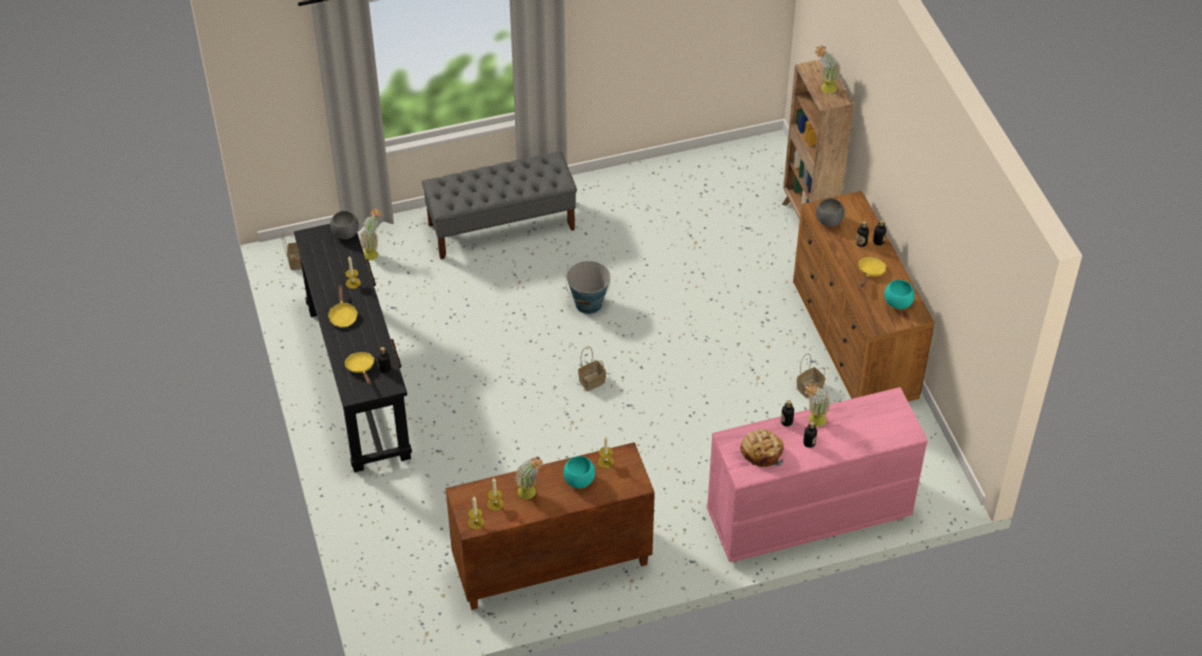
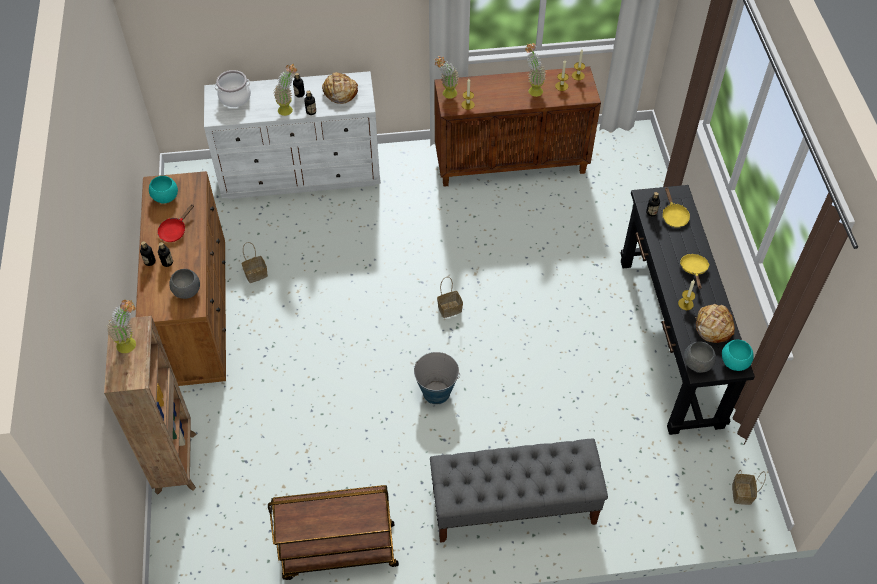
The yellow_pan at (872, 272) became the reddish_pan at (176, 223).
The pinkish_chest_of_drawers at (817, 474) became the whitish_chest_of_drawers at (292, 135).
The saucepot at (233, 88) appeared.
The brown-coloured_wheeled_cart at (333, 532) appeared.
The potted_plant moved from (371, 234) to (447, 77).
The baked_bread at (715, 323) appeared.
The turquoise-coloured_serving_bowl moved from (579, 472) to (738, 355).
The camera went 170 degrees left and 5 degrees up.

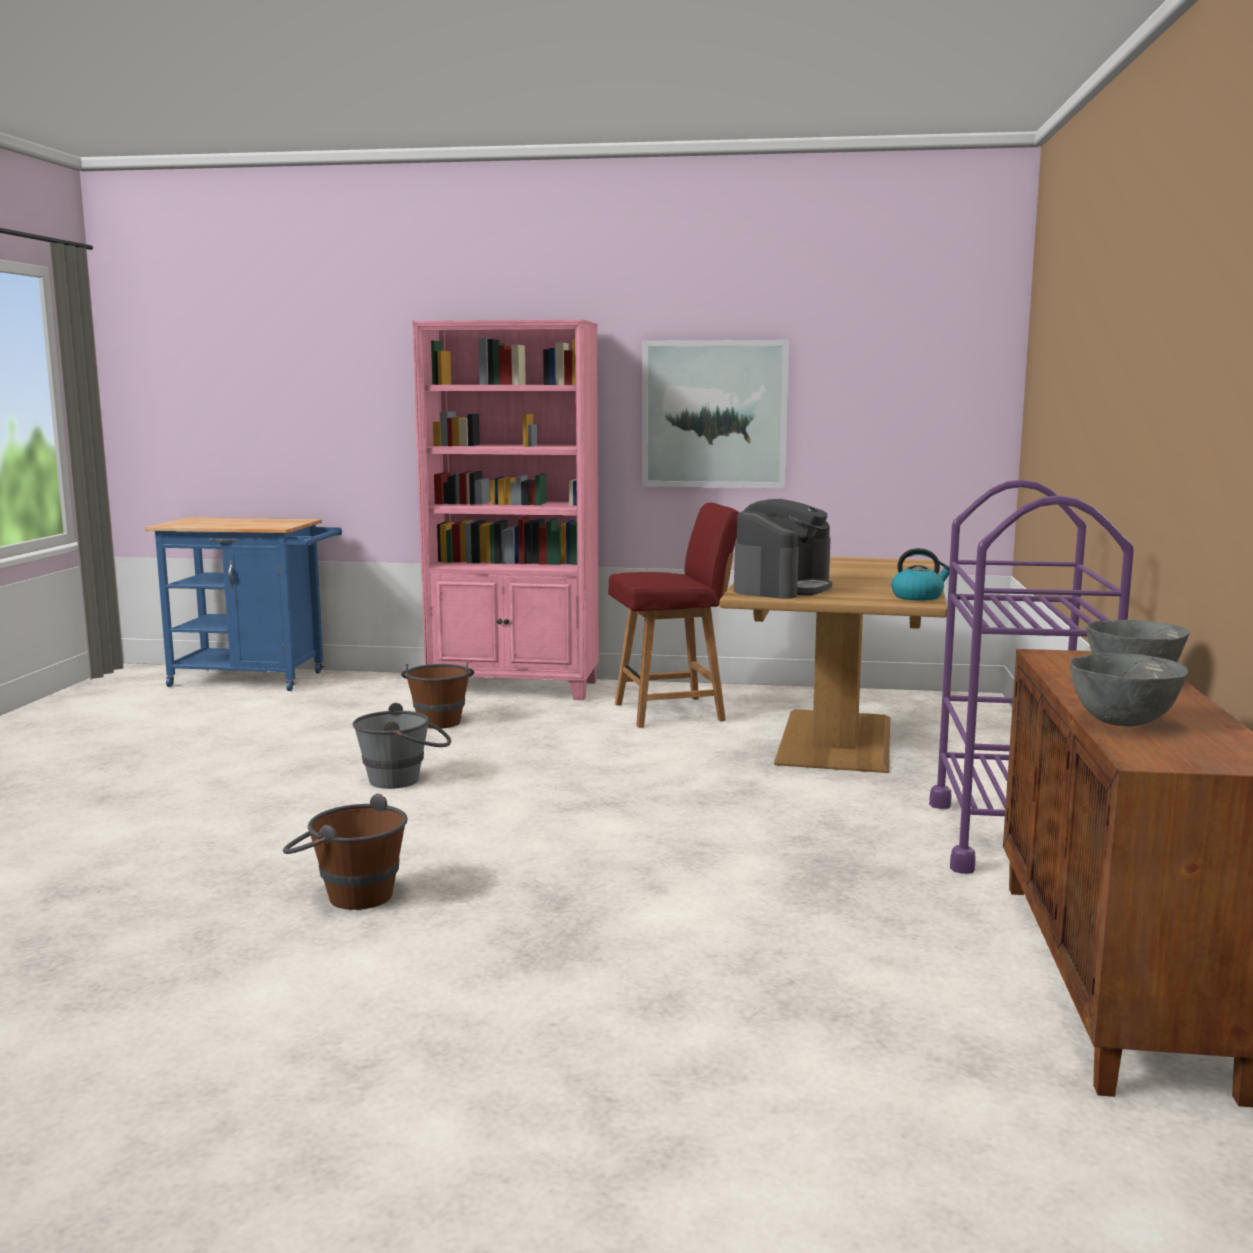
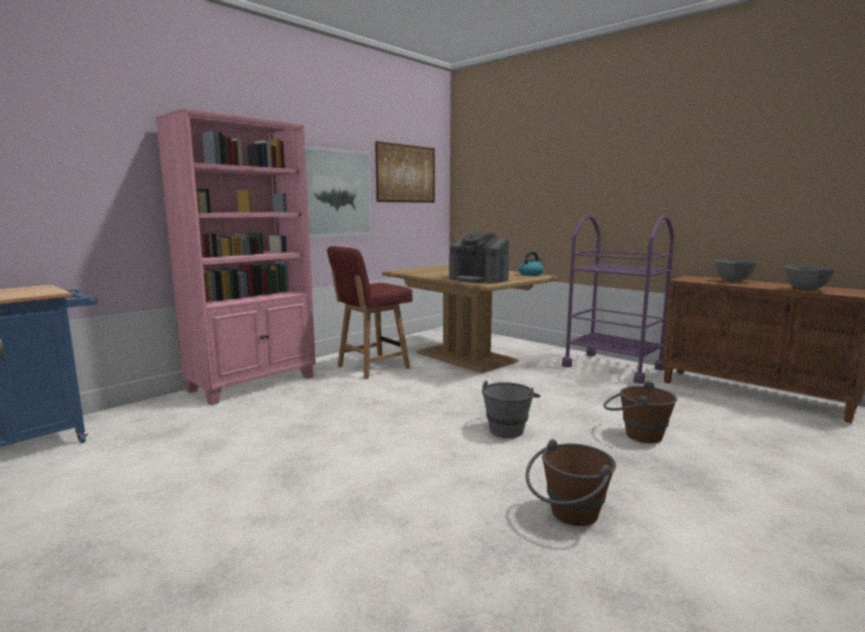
The reddish_chair at (673, 615) turned 150 degrees counterclockwise.
The wall_picture at (405, 172) appeared.
The coffee_machine at (783, 549) turned 150 degrees clockwise.
The grey_pail moved from (401, 746) to (511, 409).
The brown-coloured_pail moved from (437, 695) to (640, 412).
The camera went 55 degrees left and 0 degrees up.

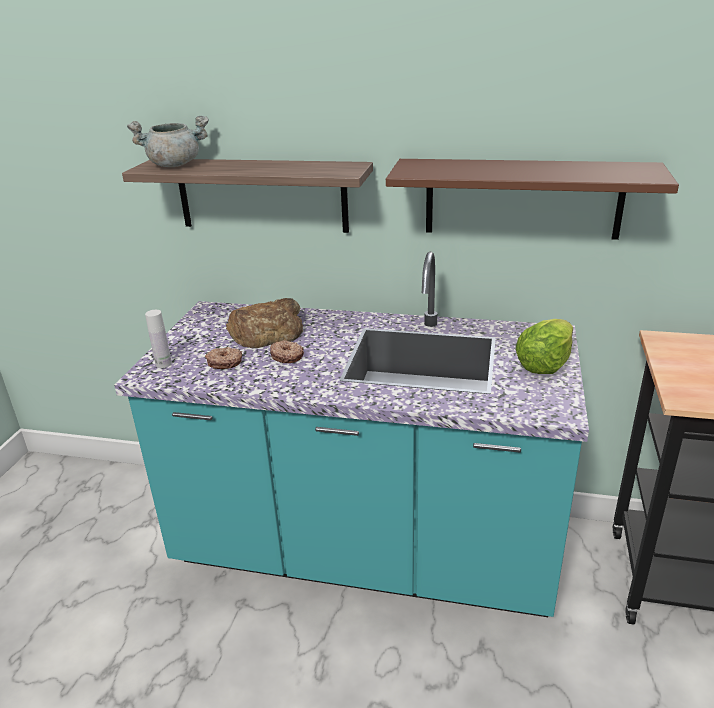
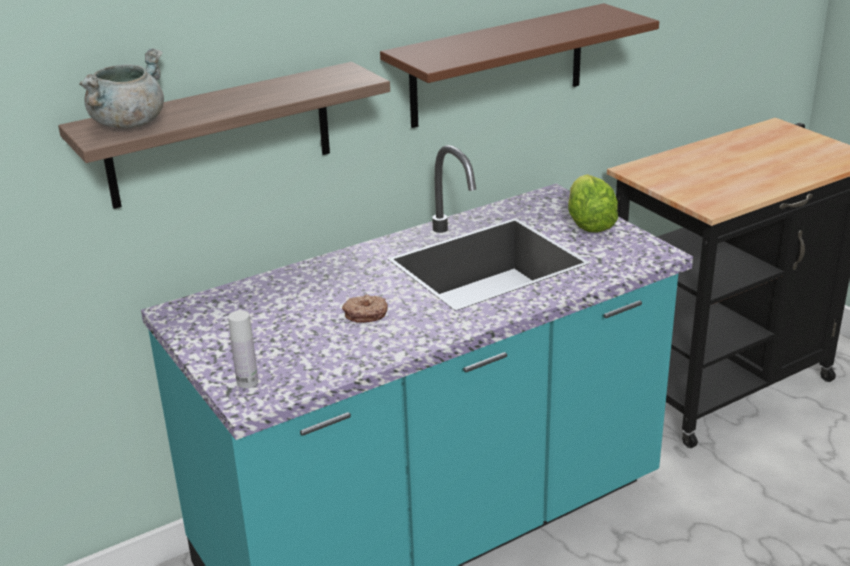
The ring_doughnut at (223, 358) disappeared.
The baked_bread at (264, 323) disappeared.
The camera went 45 degrees left and 0 degrees up.

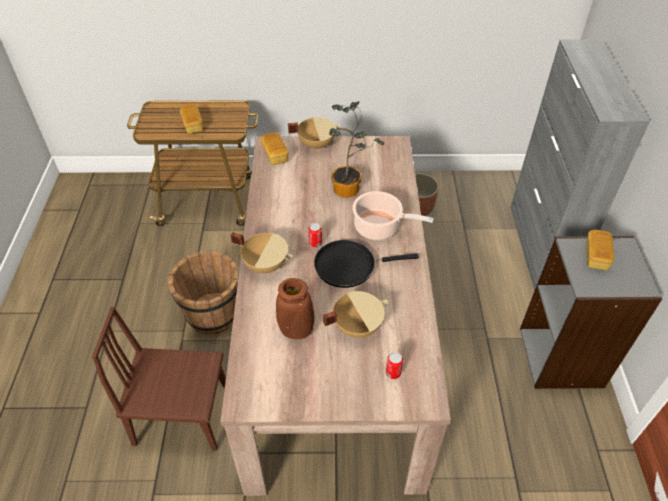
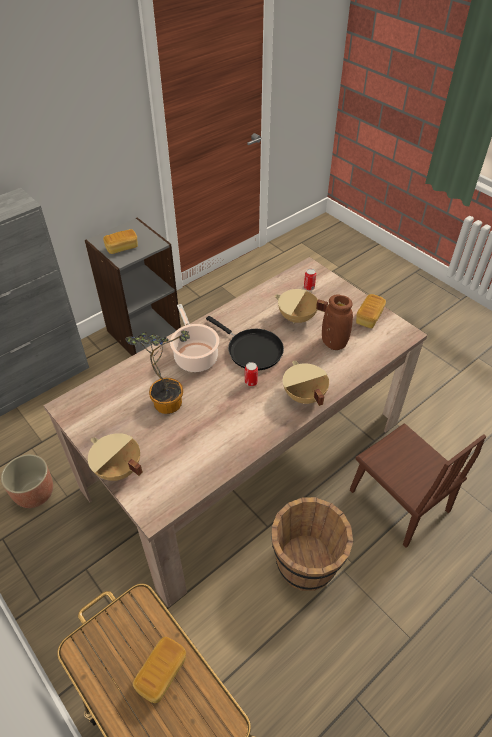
The baked_bread moved from (275, 148) to (371, 311).
The camera went 130 degrees left and 0 degrees up.

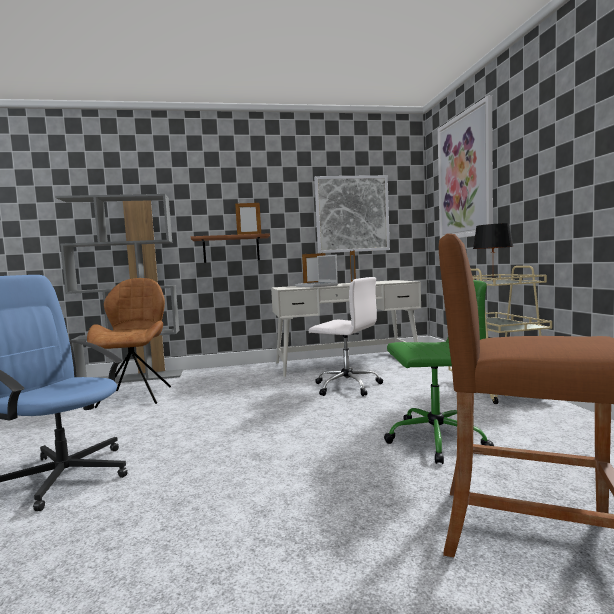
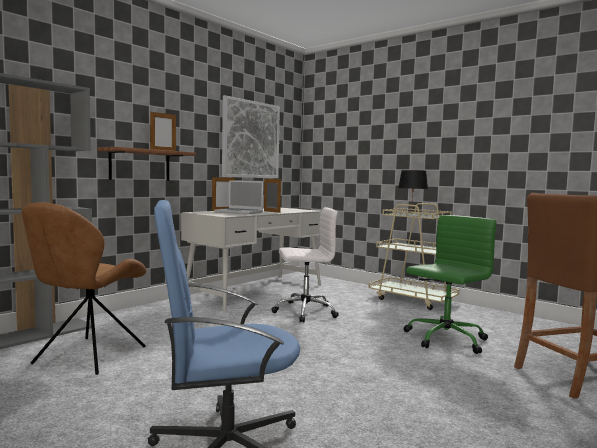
The brown-coloured_chair at (129, 343) turned 120 degrees counterclockwise.
The wall_picture at (465, 166) disappeared.
The camera went 40 degrees left and 0 degrees up.

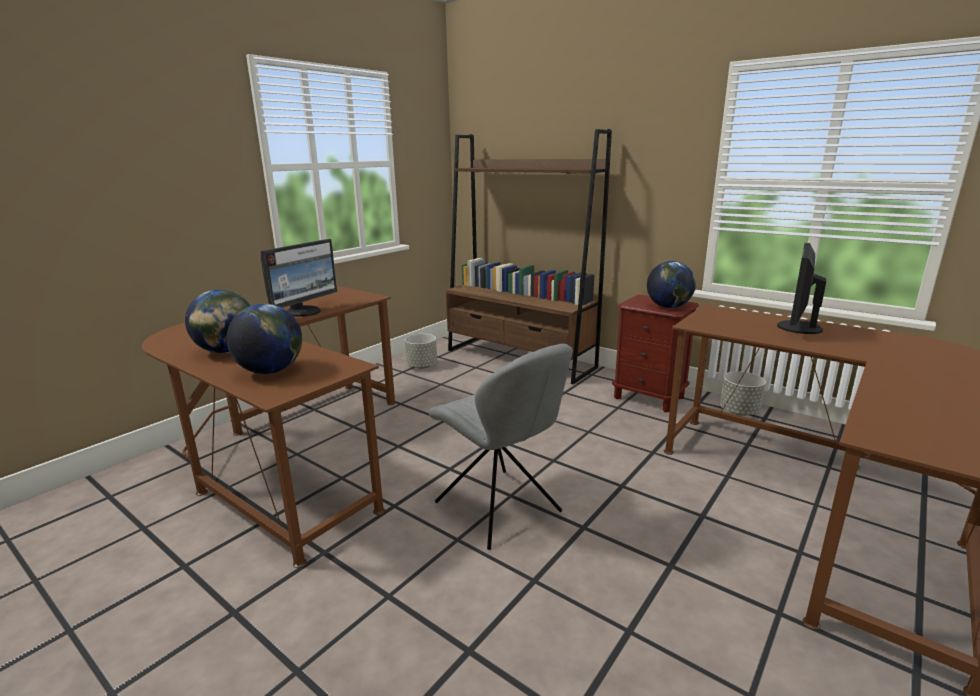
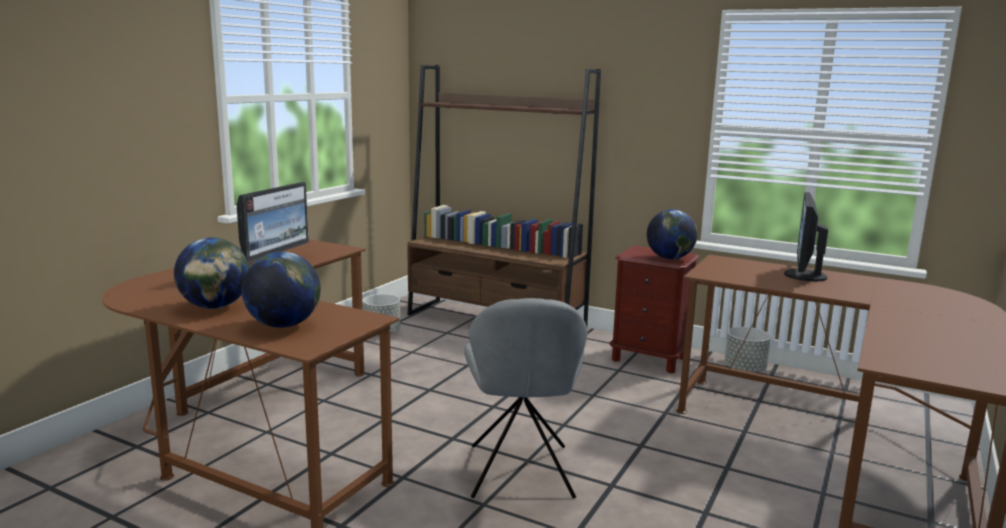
The grey_chair at (501, 447) turned 45 degrees clockwise.
The camera went 10 degrees left and 5 degrees down.

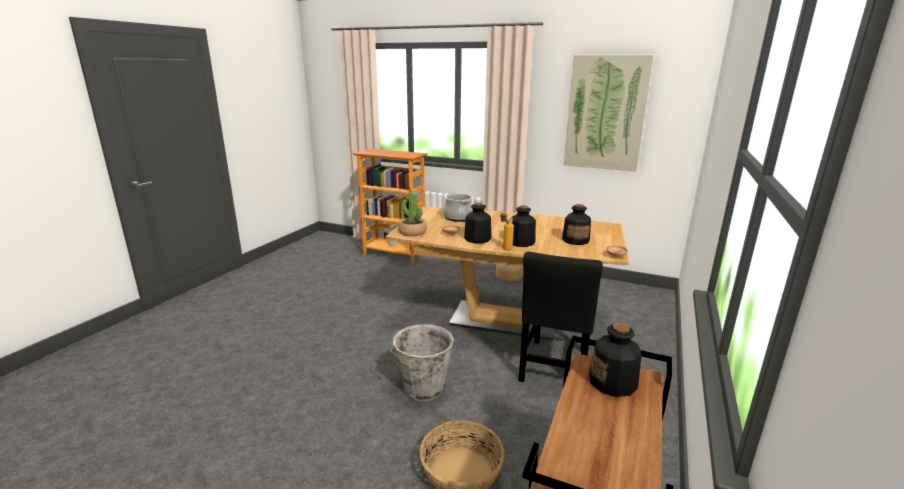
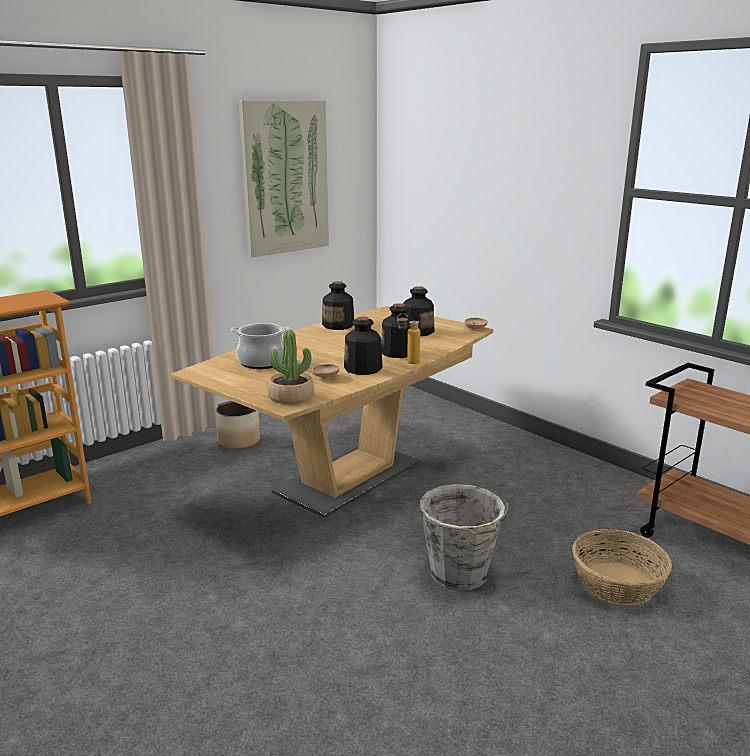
The beverage_bottle moved from (615, 360) to (338, 305).
The black-coloured_chair at (561, 317) disappeared.
The camera went 65 degrees left and 0 degrees up.

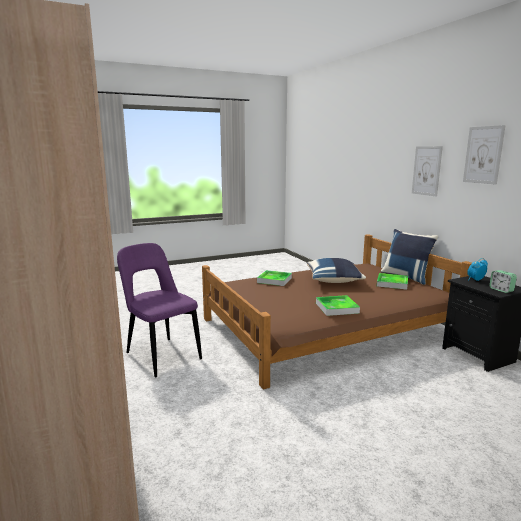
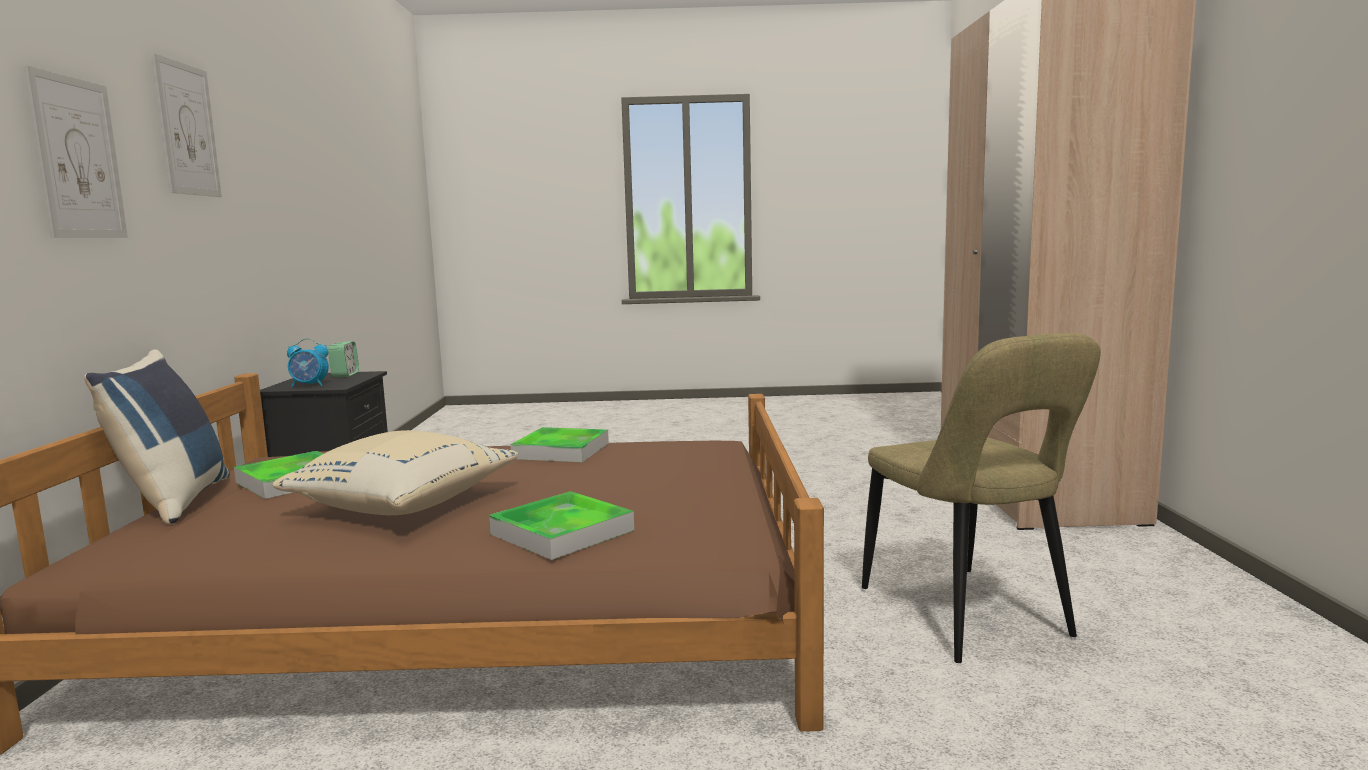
The blue-coloured_cushion at (336, 270) became the beige_cushion at (395, 472).
The purple-coloured_chair at (159, 310) became the beige_chair at (981, 498).
The camera went 155 degrees left and 5 degrees down.

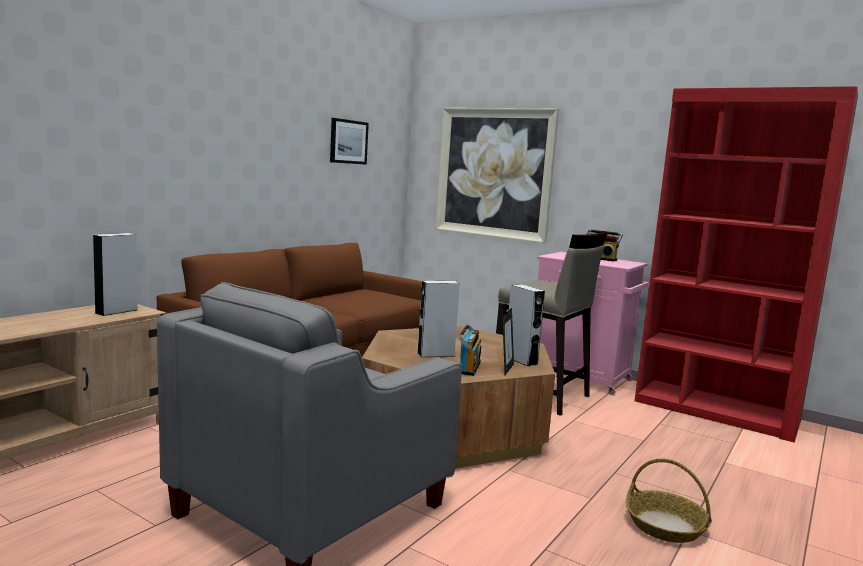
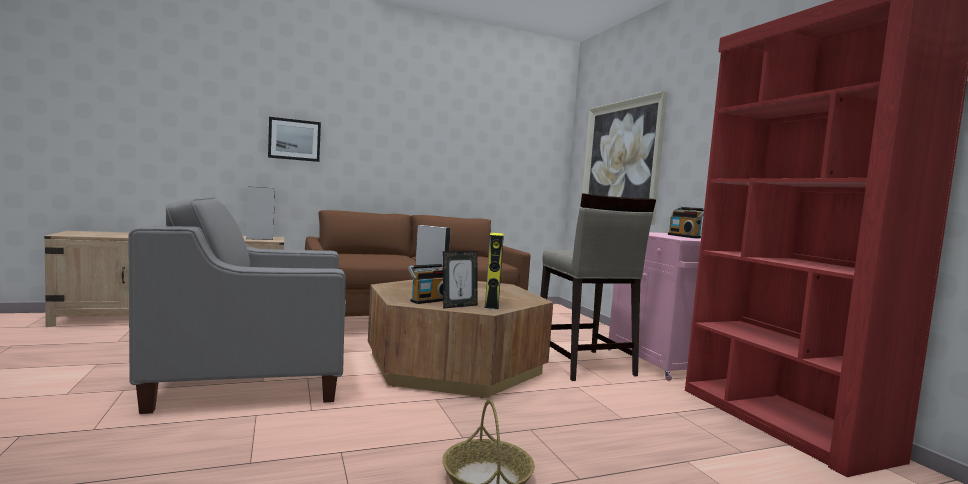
The wall_picture moved from (349, 141) to (294, 139).
The grey_loudspeaker at (527, 325) became the yellow_loudspeaker at (494, 271).
The camera went 35 degrees right and 5 degrees down.

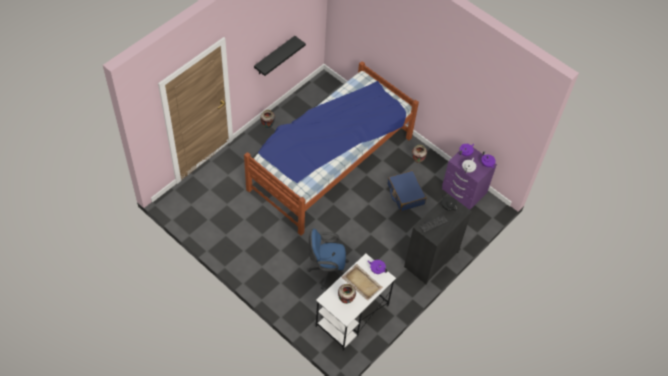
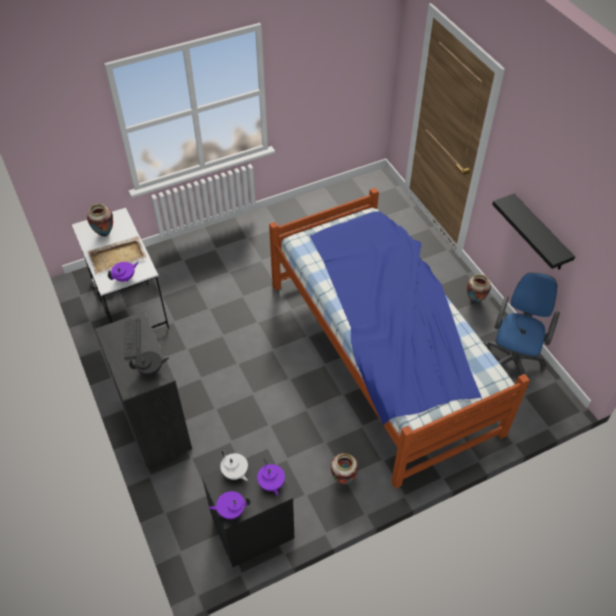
The purple-coloured_nightstand at (469, 176) became the black-coloured_nightstand at (248, 508).
The blue-coloured_office_chair moved from (328, 259) to (522, 330).
The blue-coloured_piece_of_luggage at (407, 190) disappeared.
The camera went 115 degrees right and 5 degrees down.

